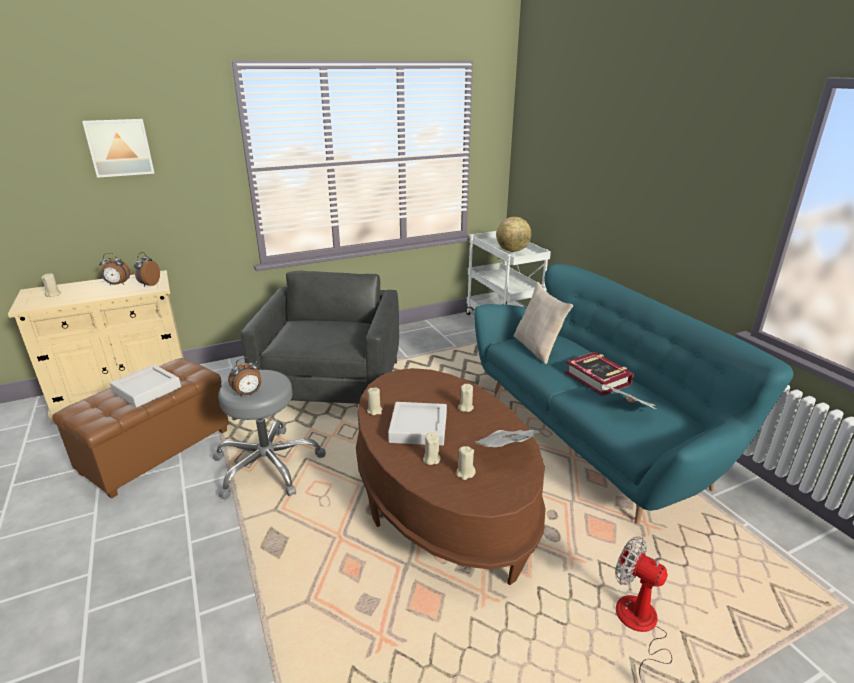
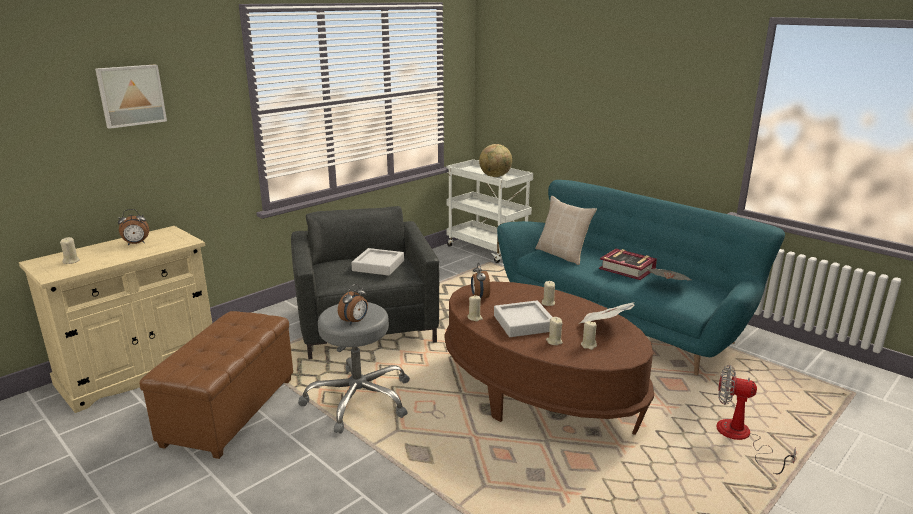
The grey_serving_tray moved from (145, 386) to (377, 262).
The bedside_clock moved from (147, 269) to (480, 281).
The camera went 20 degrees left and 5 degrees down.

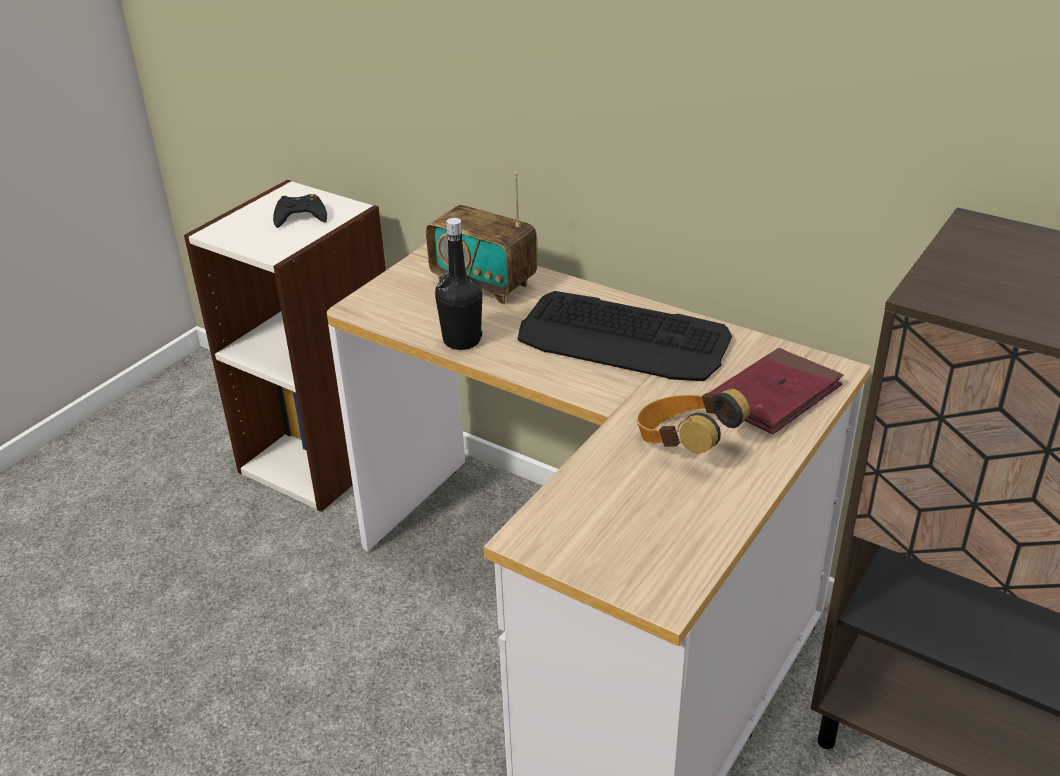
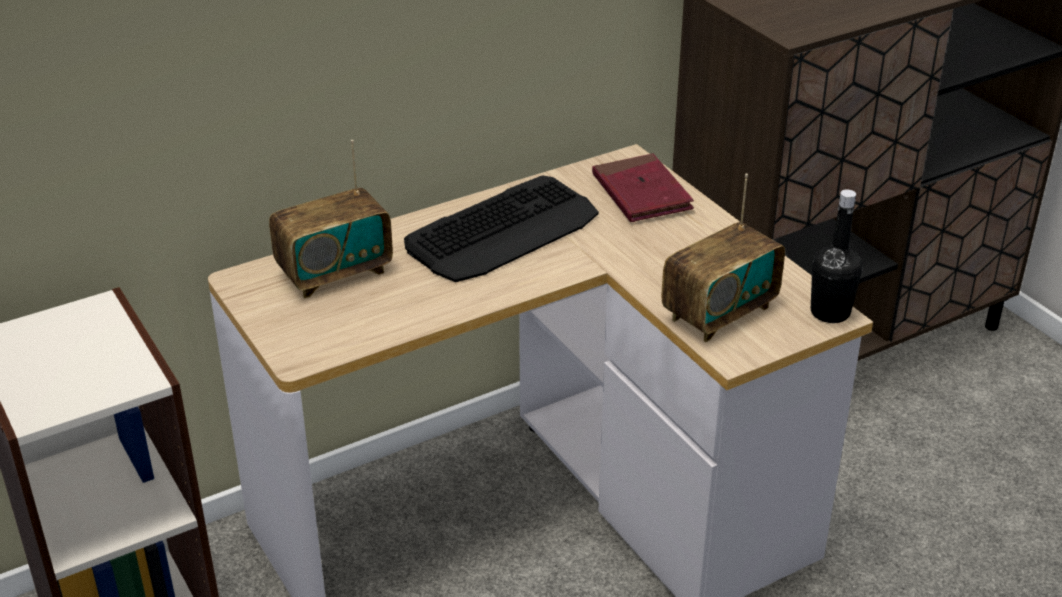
The radio_set at (723, 257) appeared.
The black-coloured_beverage_bottle moved from (459, 284) to (836, 256).
The black-coloured_gamepad at (300, 211) disappeared.
The headset at (693, 421) disappeared.
The camera went 65 degrees left and 0 degrees up.

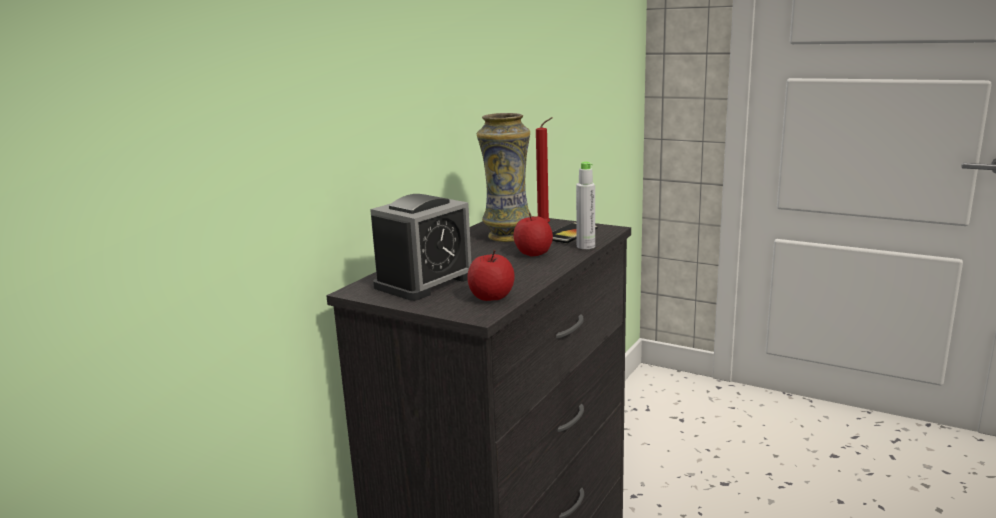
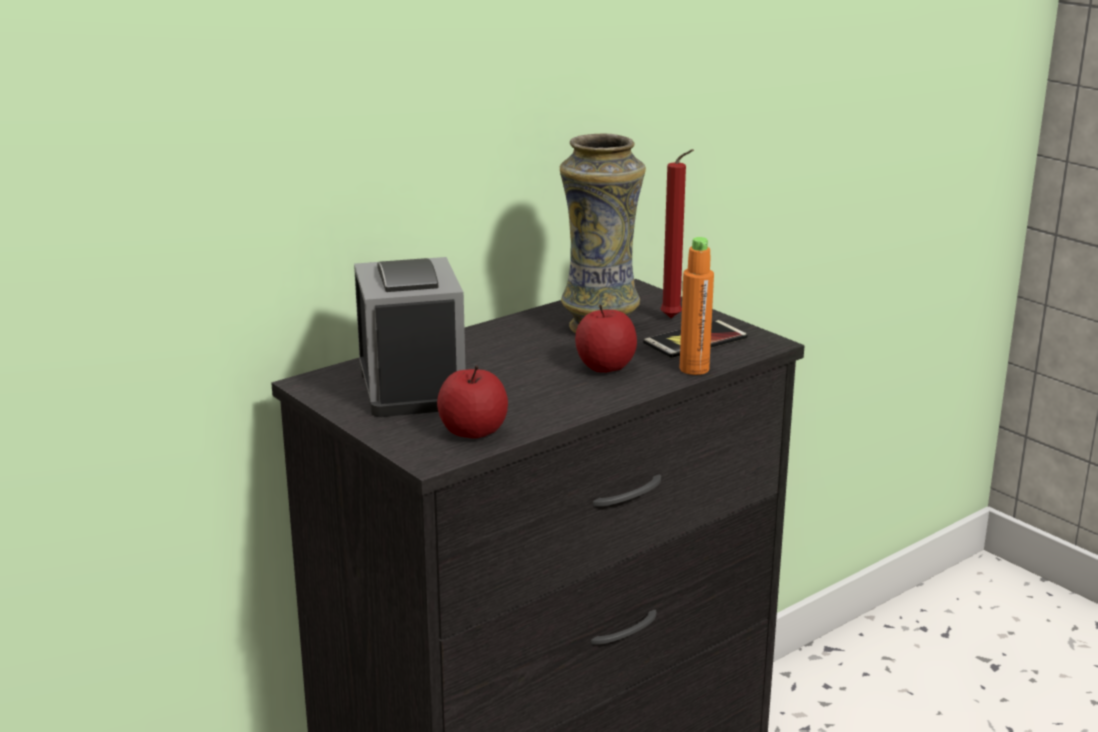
The bedside_clock at (420, 247) turned 75 degrees counterclockwise.
The grey_beverage_bottle at (585, 205) became the orange-coloured_beverage_bottle at (696, 306).
The camera went 20 degrees right and 5 degrees up.

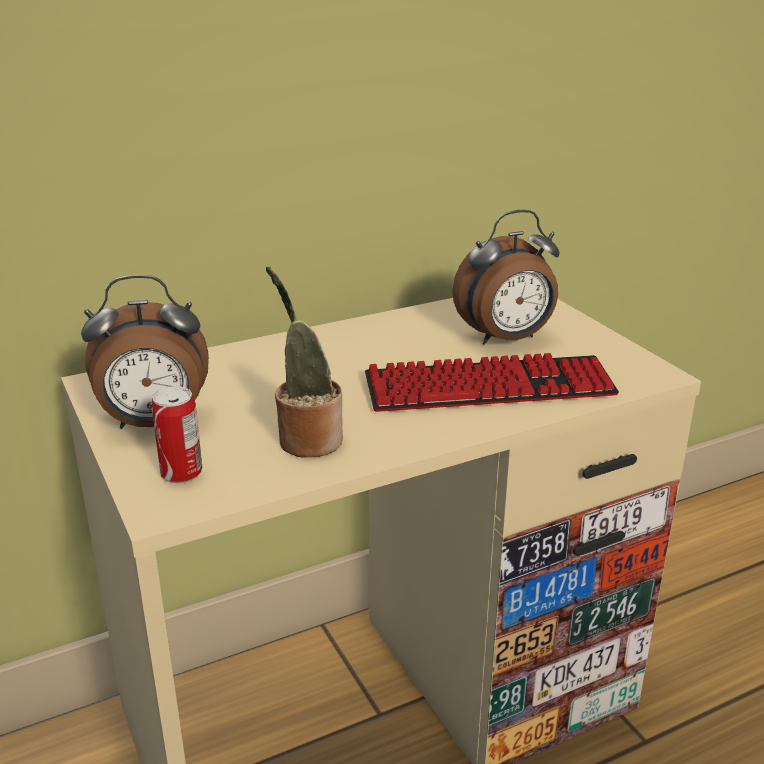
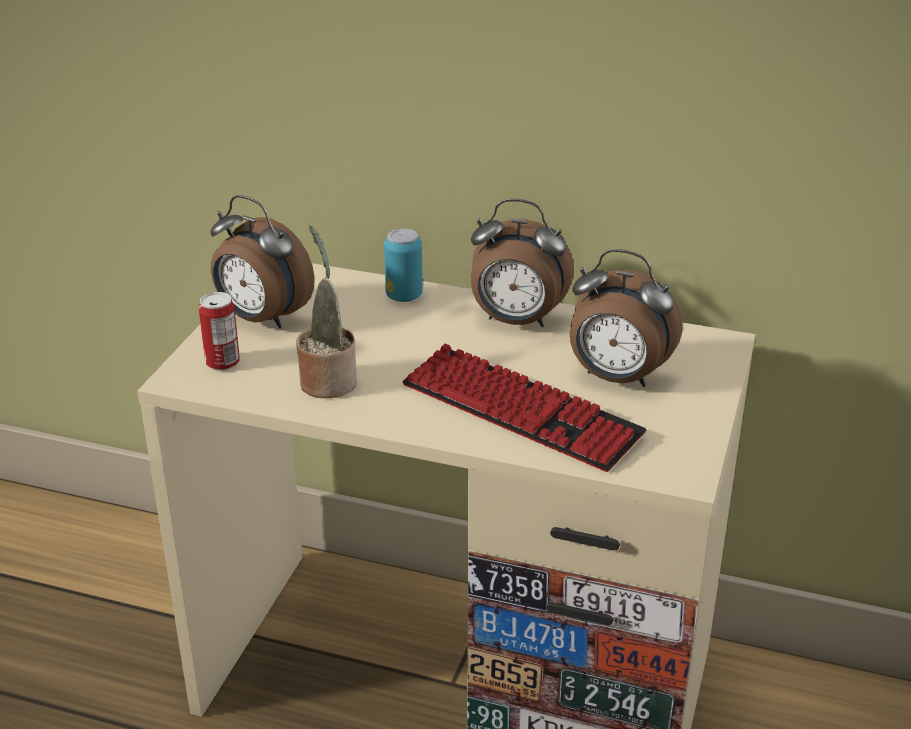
The metal_can at (403, 265) appeared.
The bedside_clock at (522, 263) appeared.
The camera went 45 degrees right and 5 degrees up.

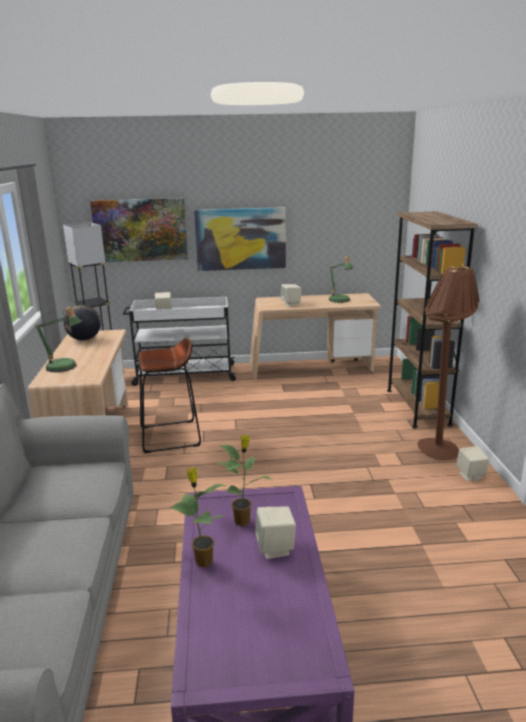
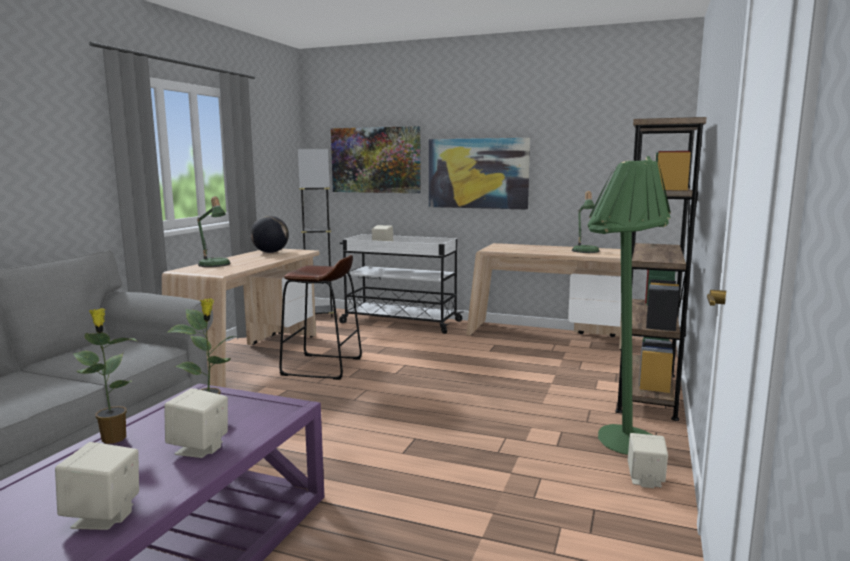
The beige_loudspeaker moved from (291, 295) to (97, 486).
The brown-coloured_standard_lamp at (448, 362) became the green-coloured_standard_lamp at (629, 305).
The camera went 25 degrees right and 10 degrees down.

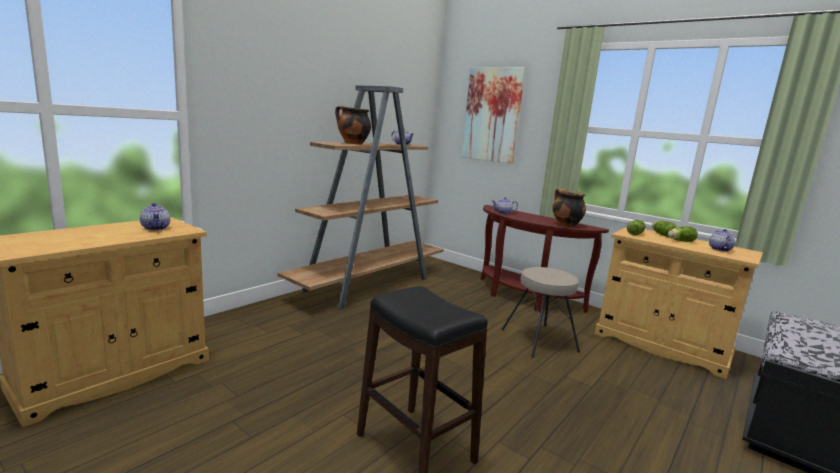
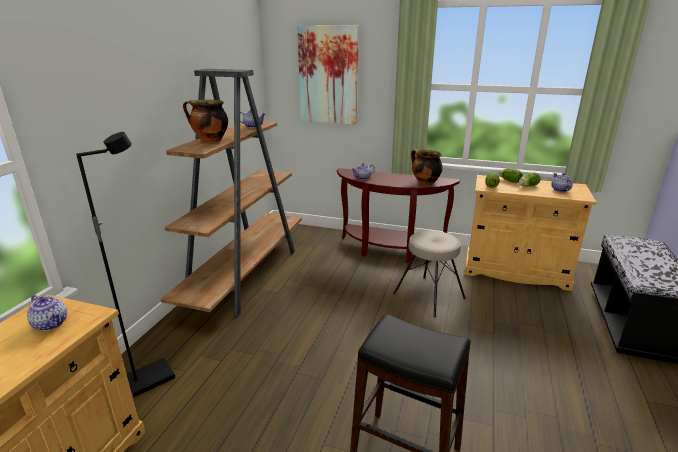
The black-coloured_standard_lamp at (125, 264) appeared.
The camera went 20 degrees left and 10 degrees up.

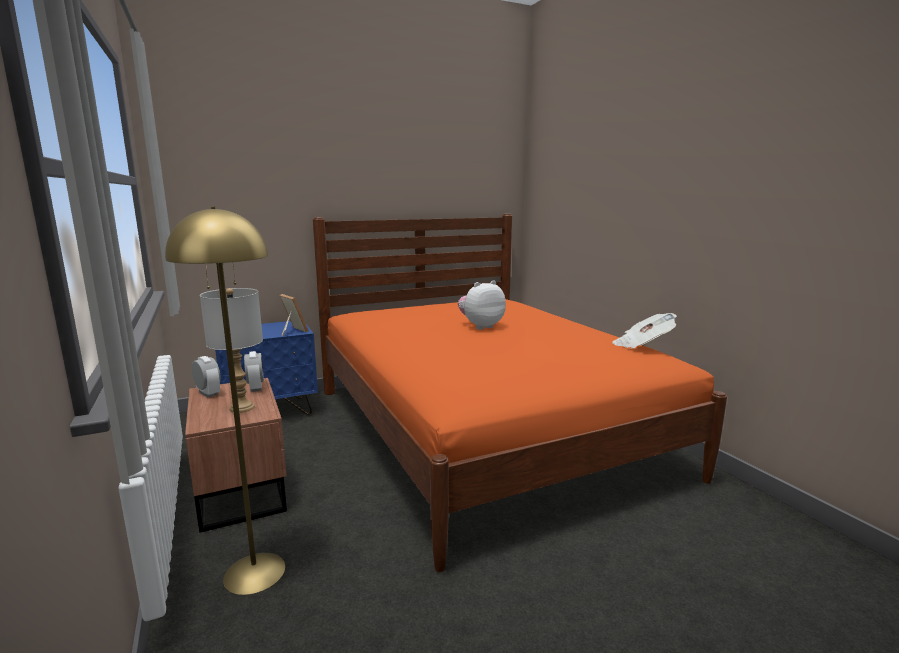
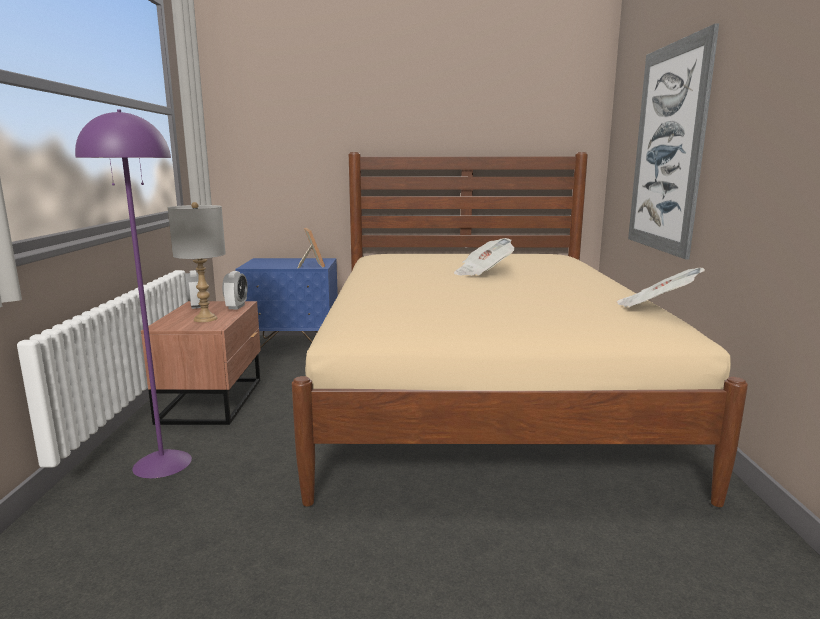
The yellow_standard_lamp at (225, 400) became the purple-coloured_standard_lamp at (133, 294).
The orange-coloured_bed at (520, 393) became the beige_bed at (520, 329).
The soft_toy at (482, 305) was replaced by the printed_paper at (484, 257).
The wall_picture at (673, 141) appeared.
The camera went 25 degrees right and 0 degrees up.

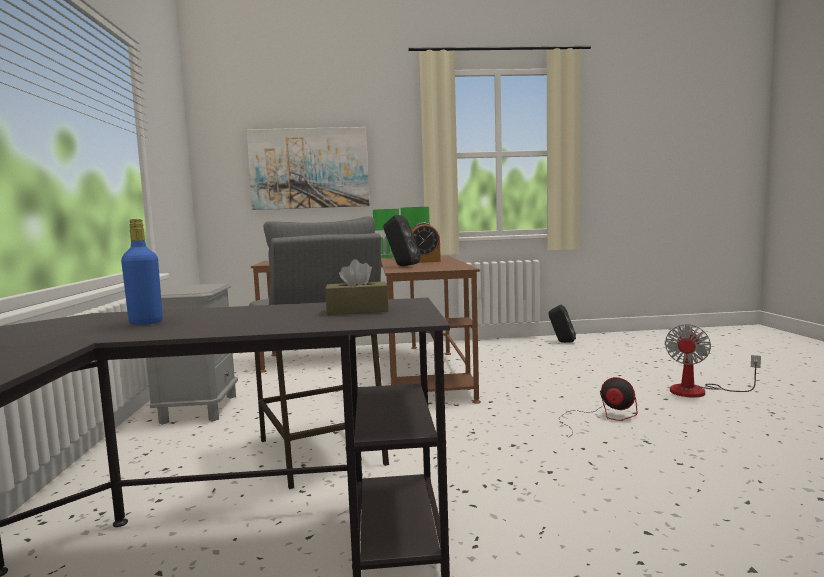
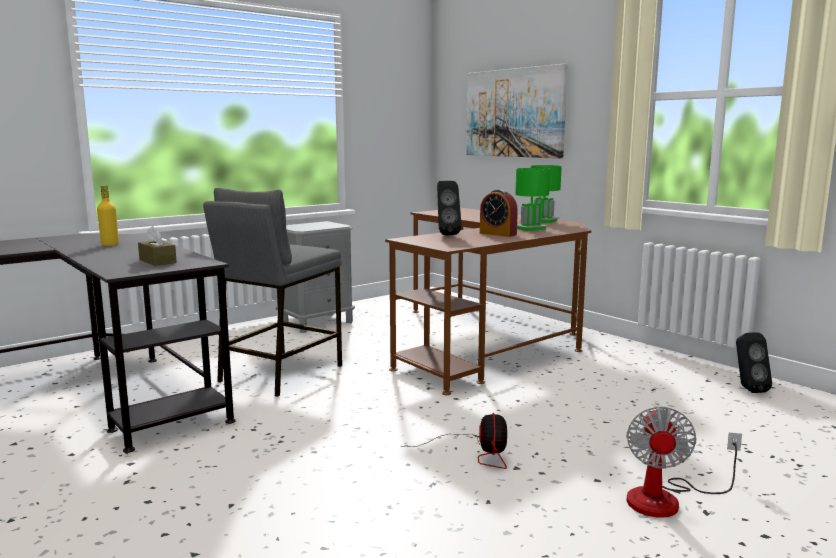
The blue-coloured_beverage_bottle at (142, 272) became the yellow_beverage_bottle at (108, 215).
The fan at (713, 361) turned 75 degrees counterclockwise.
The camera went 55 degrees right and 5 degrees up.

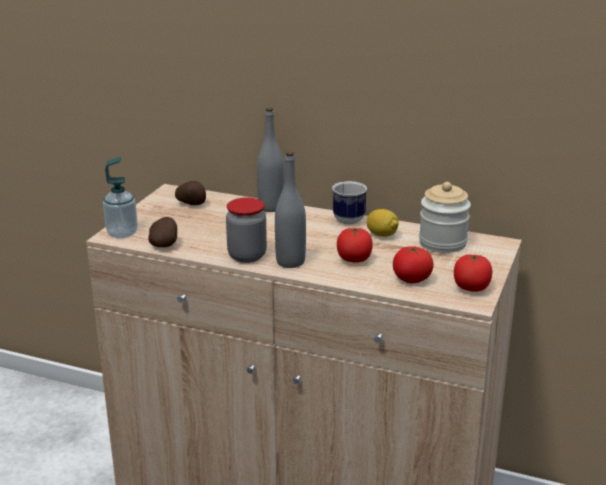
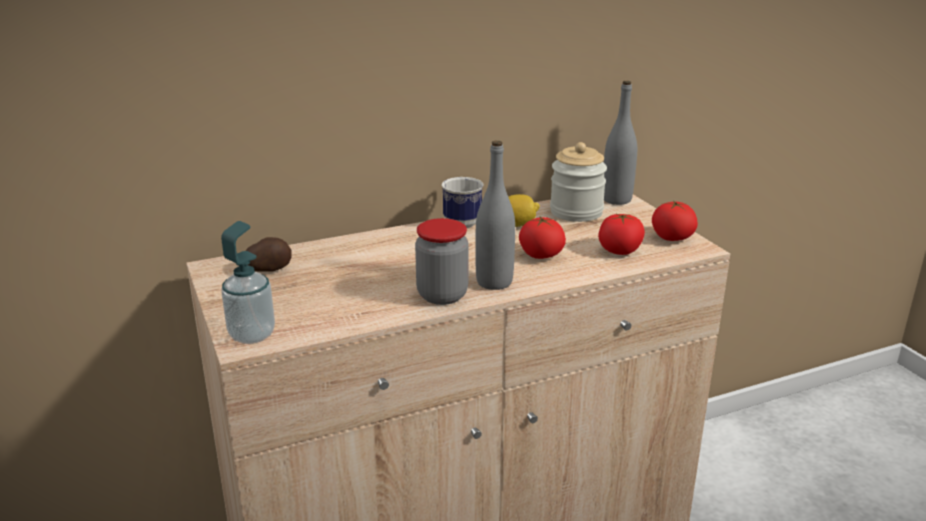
The grey_beverage_bottle moved from (271, 160) to (620, 143).
The potato at (162, 232) disappeared.
The camera went 45 degrees left and 0 degrees up.

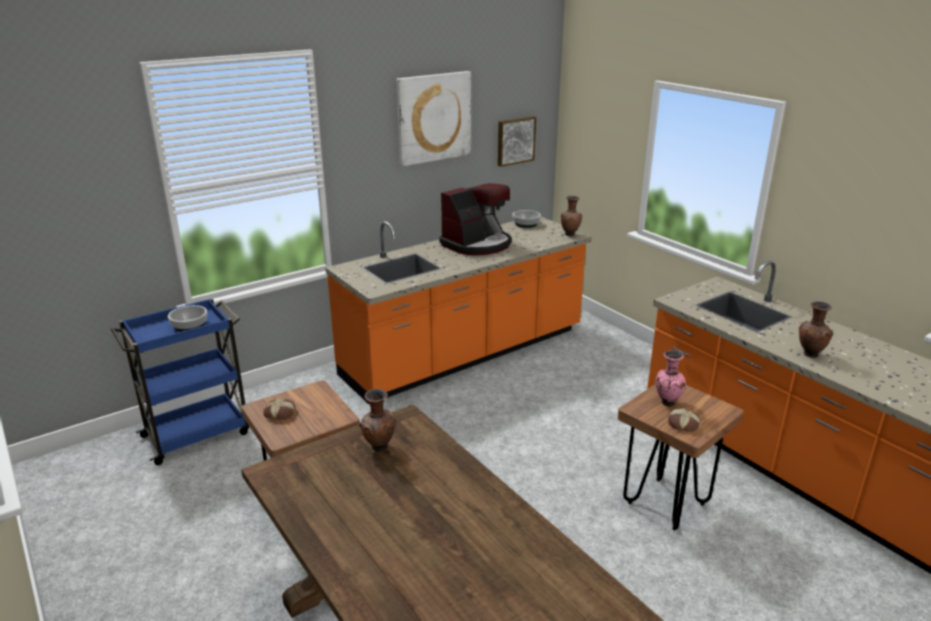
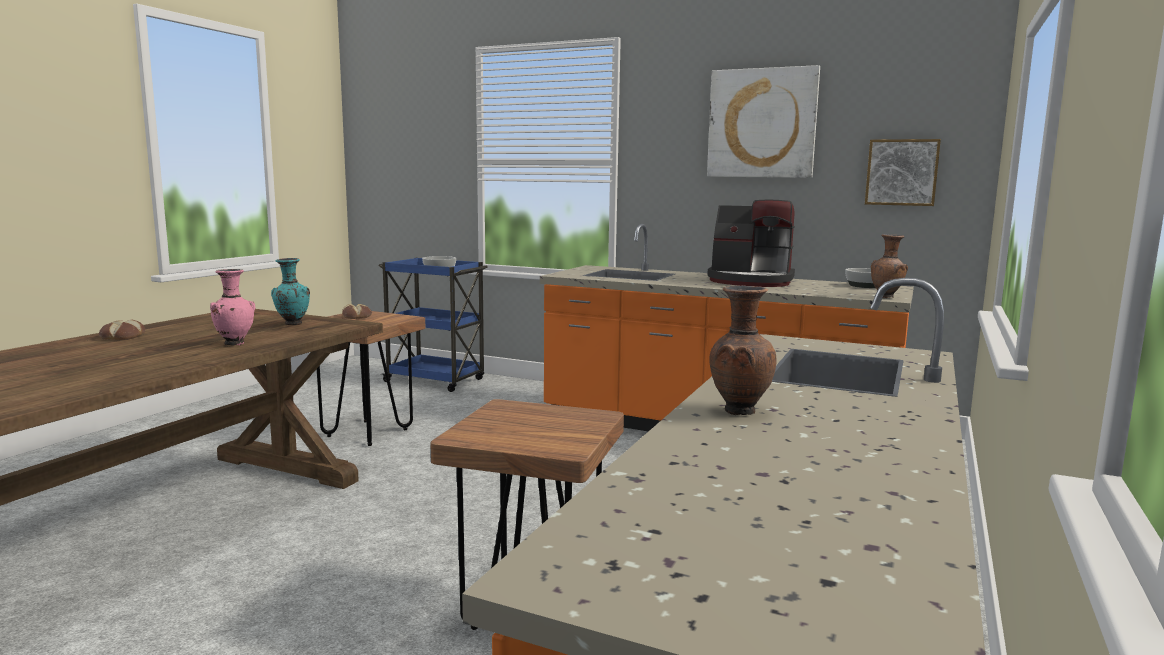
The baked_bread moved from (684, 420) to (122, 329).
The pinkish_flower_vase moved from (670, 378) to (232, 307).
The brown-coloured_flower_vase at (377, 420) became the turquoise-coloured_flower_vase at (290, 291).
The camera went 60 degrees right and 15 degrees down.

